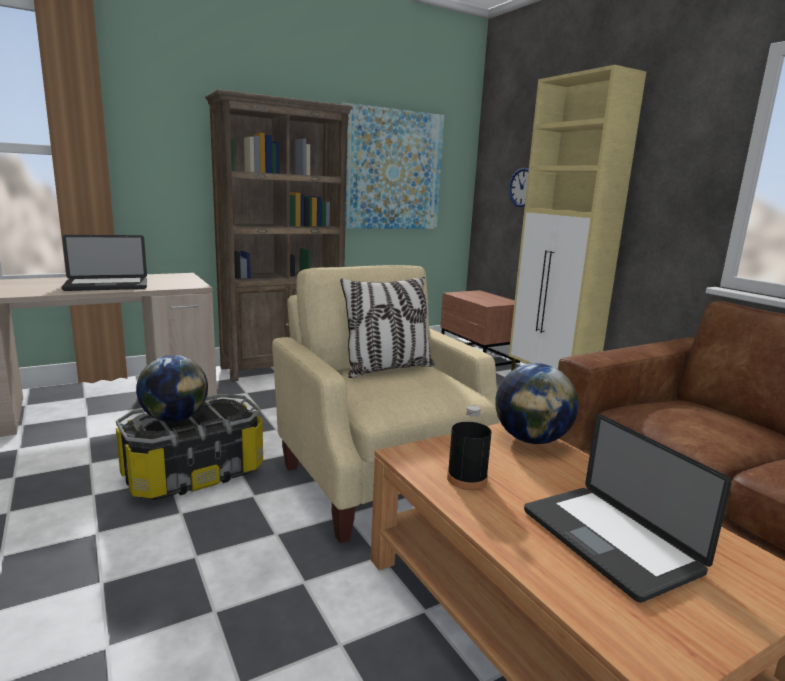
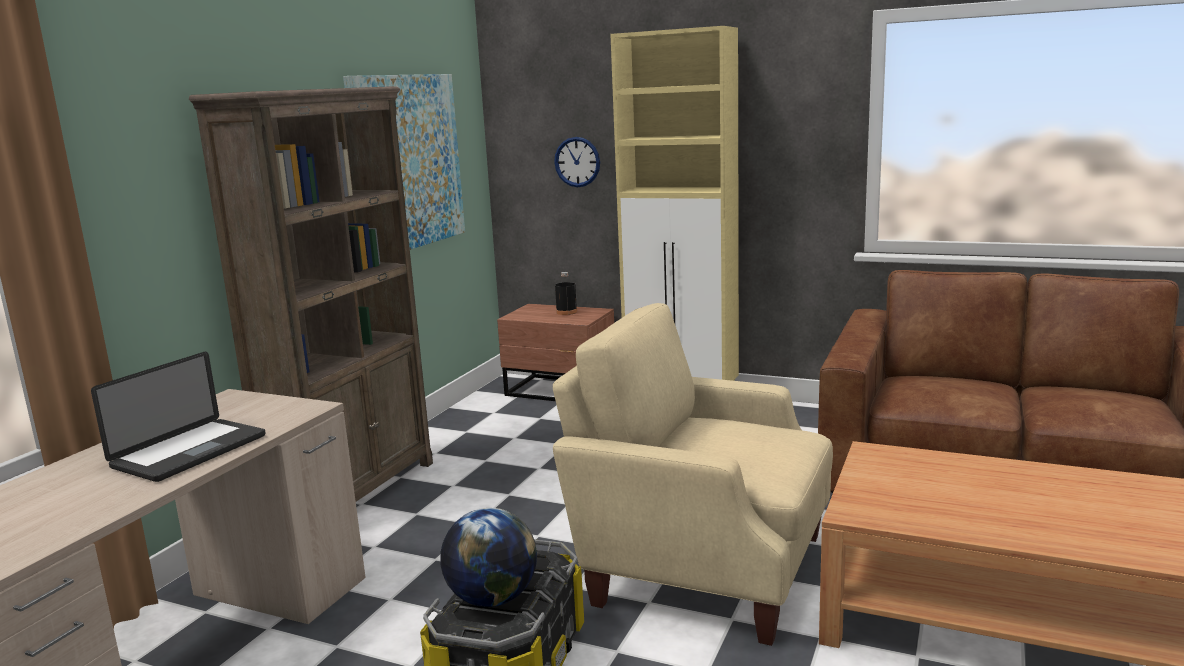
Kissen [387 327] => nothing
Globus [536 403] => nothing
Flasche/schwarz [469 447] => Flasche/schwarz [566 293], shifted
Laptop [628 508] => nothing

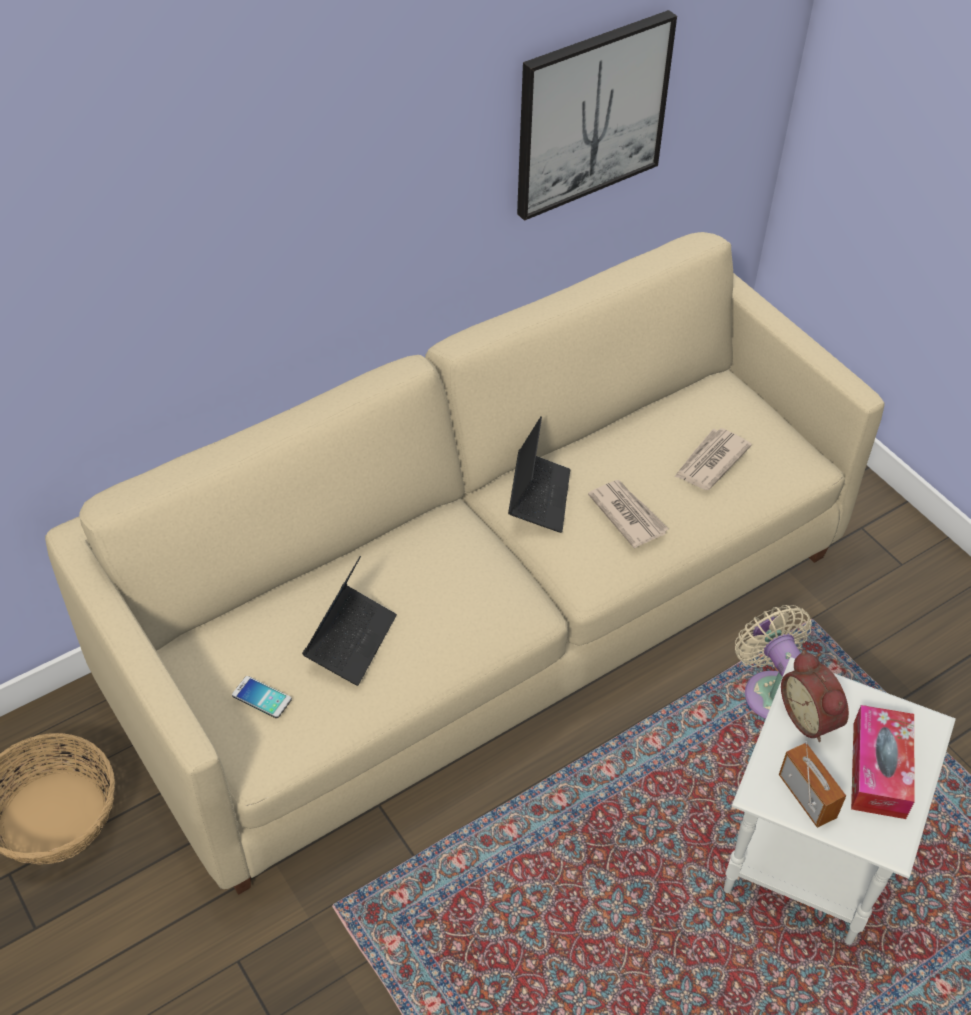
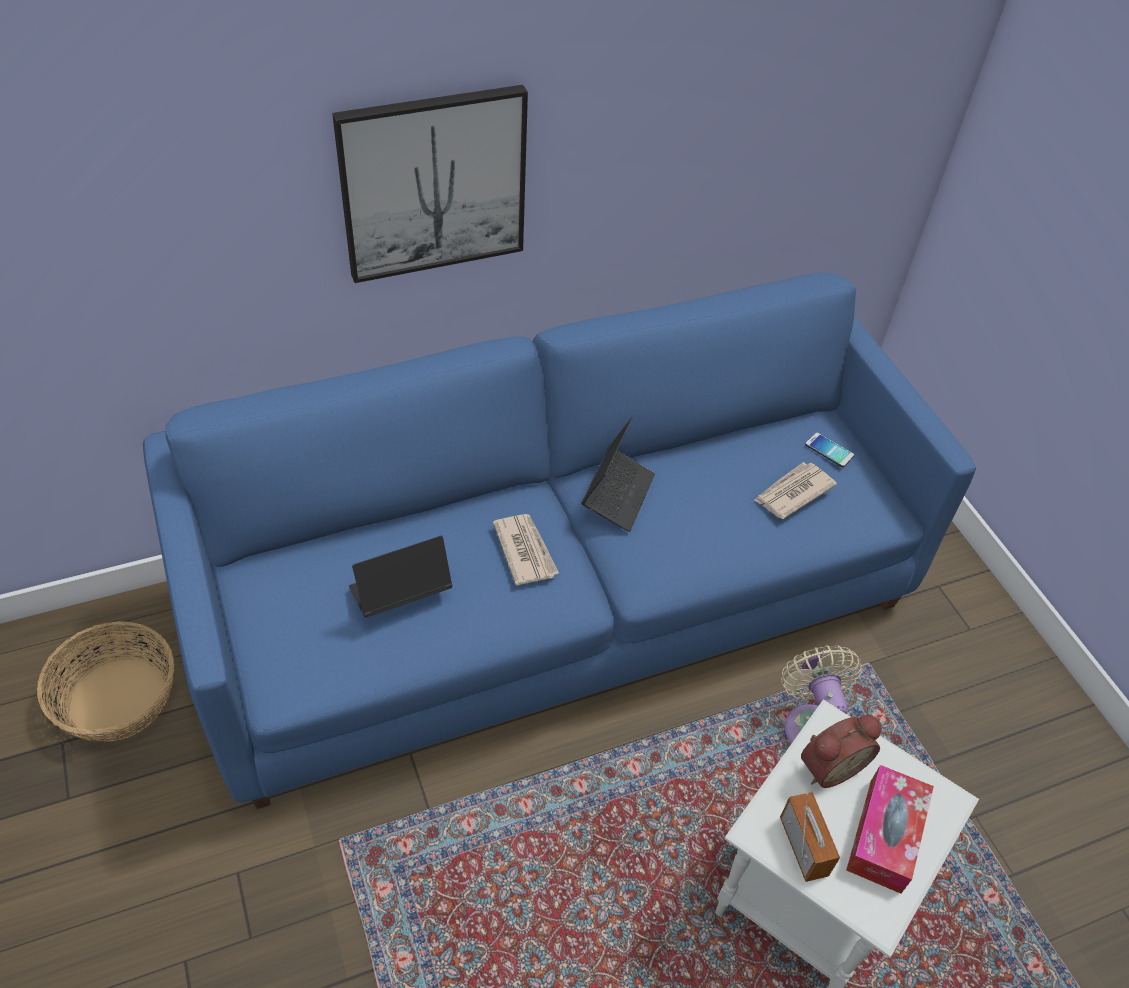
Bild [597 115] => Bild [430 184], shifted
Sofa/beige [465 563] => Sofa/blau [559 541]
Zeitung [628 514] => Zeitung [526 550], shifted
Laptop [349 621] => Laptop [400 577], 150 degrees counterclockwise
Wecker [815 696] => Wecker [841 751], 105 degrees counterclockwise
Handy [262 697] => Handy [829 450], shifted

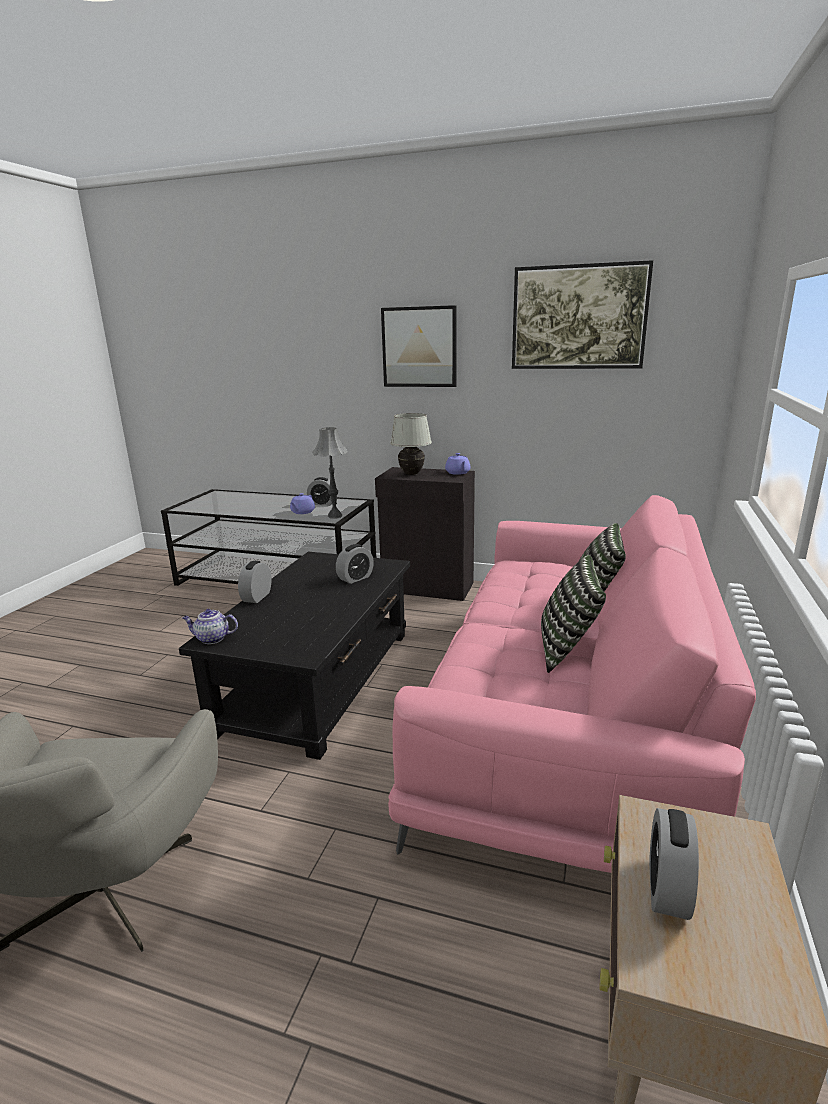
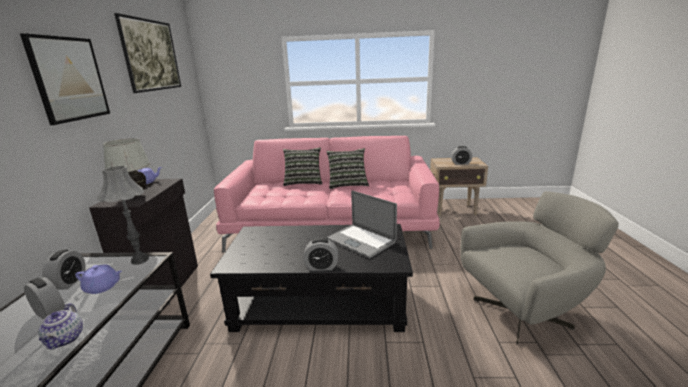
Wecker [355 564] => Wecker [44 298], shifted
Teekanne [210 626] => Teekanne [60 326], shifted
nothing => Laptop [361 224]

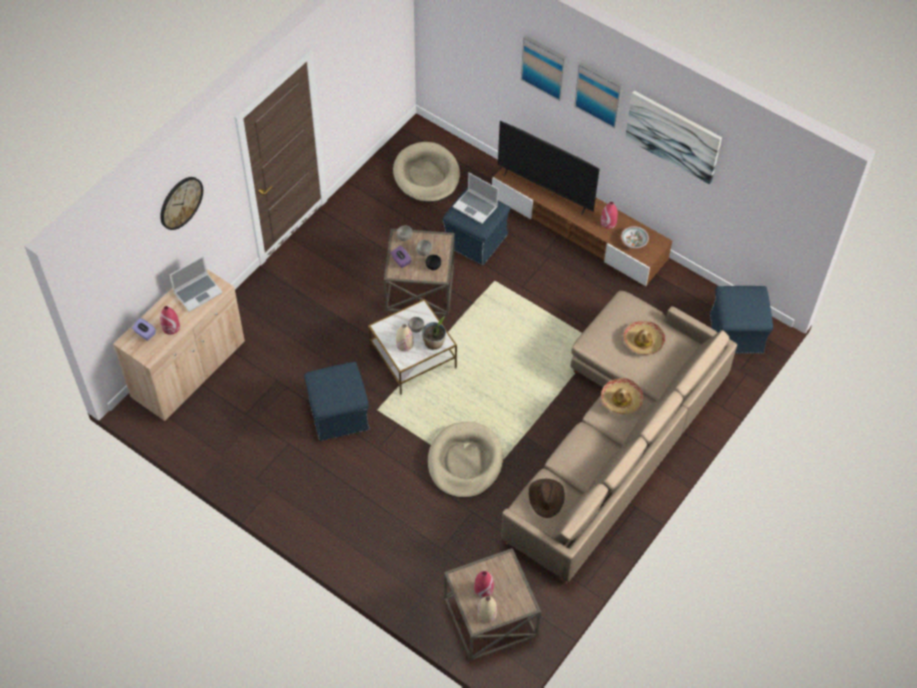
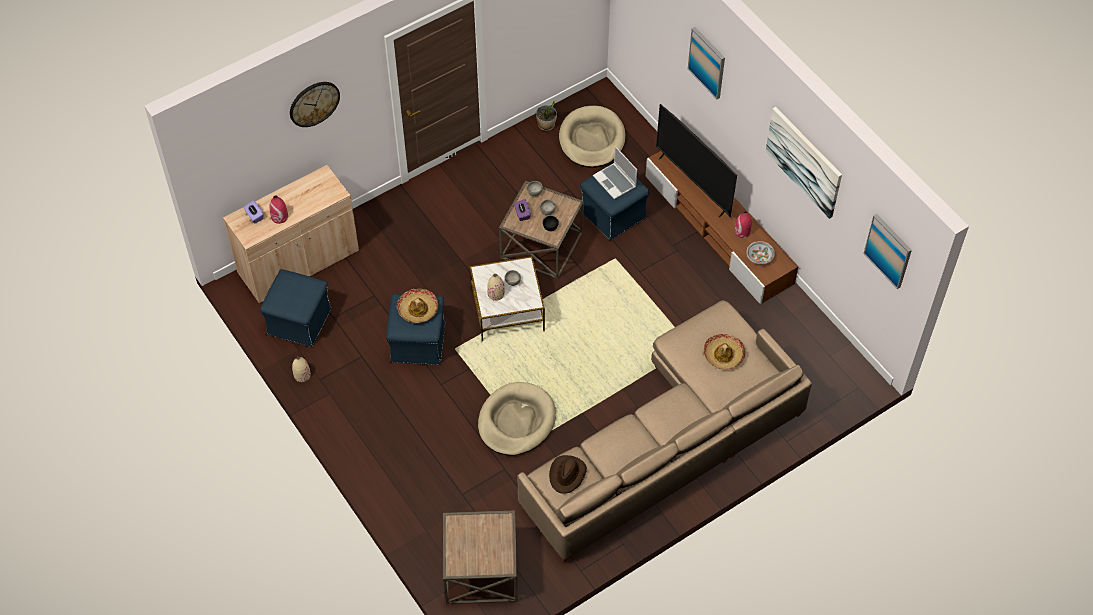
Bild [598 95] => Bild [887 251], shifted
Laptop [196 284] => nothing
Polsterhocker/blau [741 320] => Polsterhocker/blau [296 308], shifted
Topfpflanze [434 333] => Topfpflanze [546 115], shifted
Hut [622 396] => Hut [417 306], shifted
Vase/rot [484 584] => nothing
Vase/beige [487 609] => Vase/beige [301 369], shifted

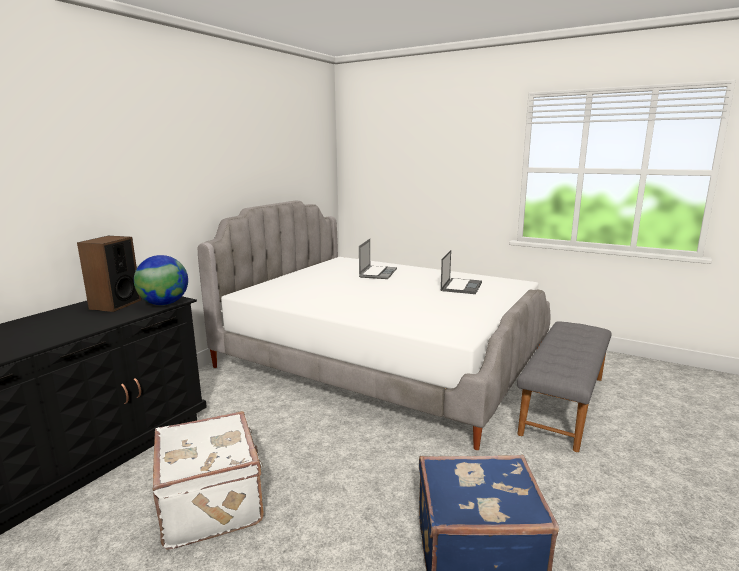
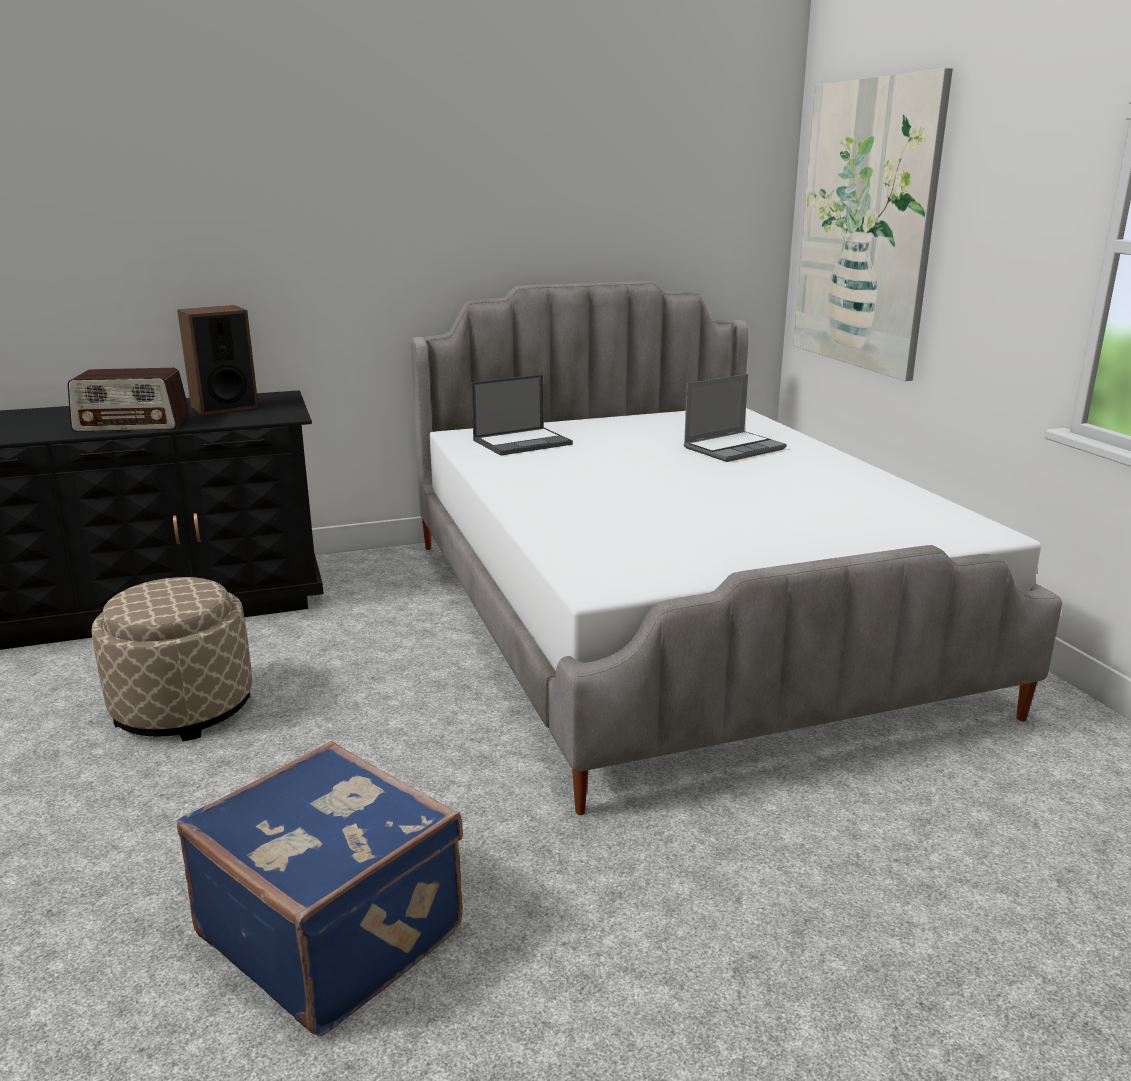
Laptop [461 272] => Laptop [522 415], shifted
Globus [161 280] => nothing
Bank/grau [564 386] => nothing
Koffer/weiß [208 480] => Polsterhocker/beige [171 659]
nothing => Bild [873 224]
nothing => Radio [128 400]

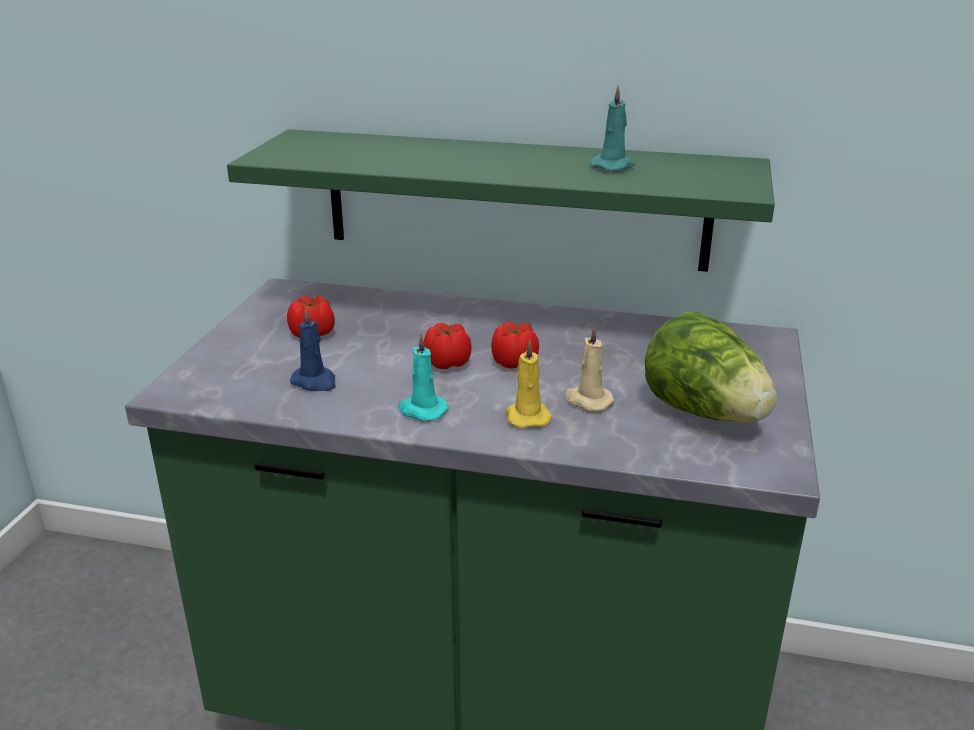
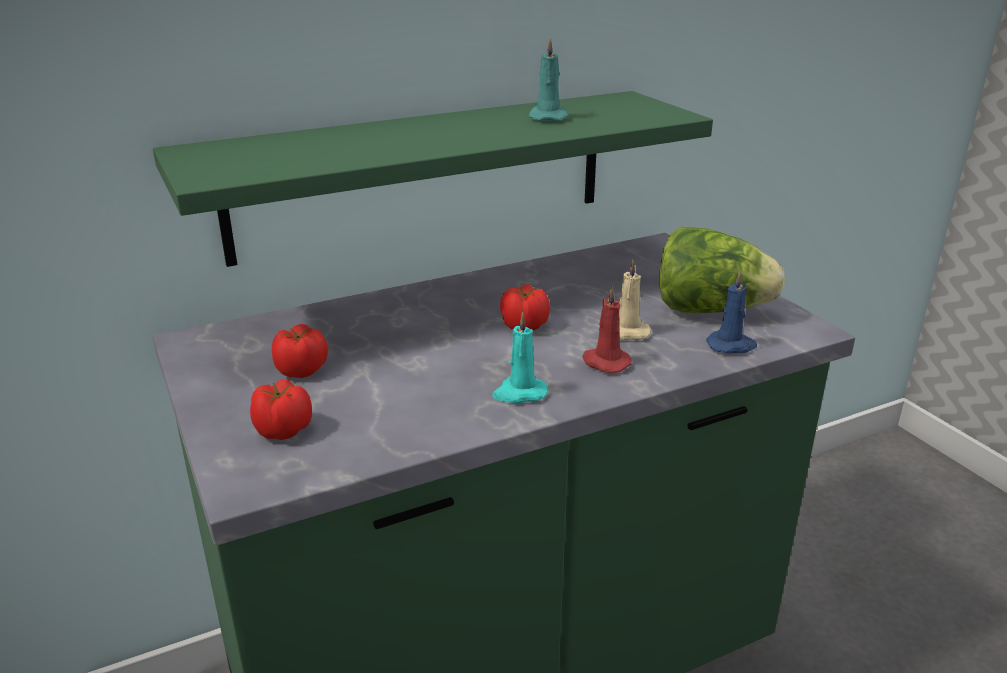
Kerze/blau [312 349] => Kerze/blau [731 311], shifted
Tomate [448 346] => Tomate [281 409], shifted
Kerze/gelb [529 383] => Kerze/rot [607 329]

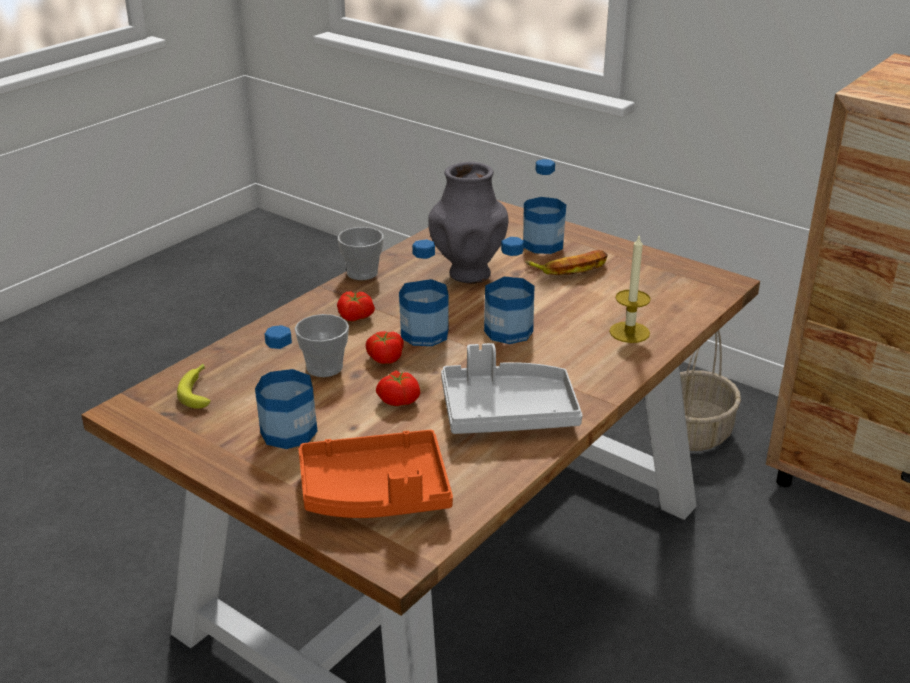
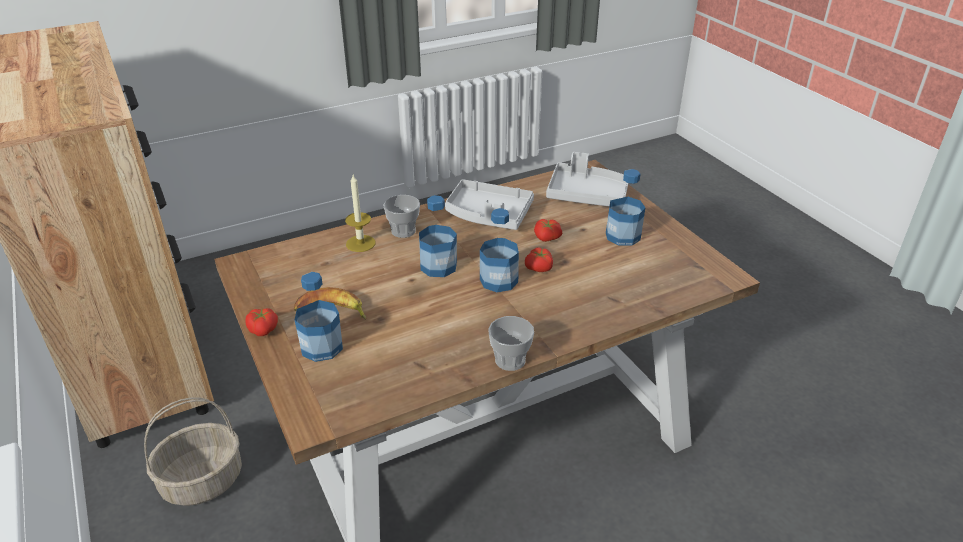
Vase/grau [468 223] => nothing
Tomate [356 306] => Tomate [261 322], shifted
Tasse [322 345] => Tasse [401 216], shifted
Banane [194 386] => nothing
Tablett/orange [376 474] => Tablett/grau [587 179]

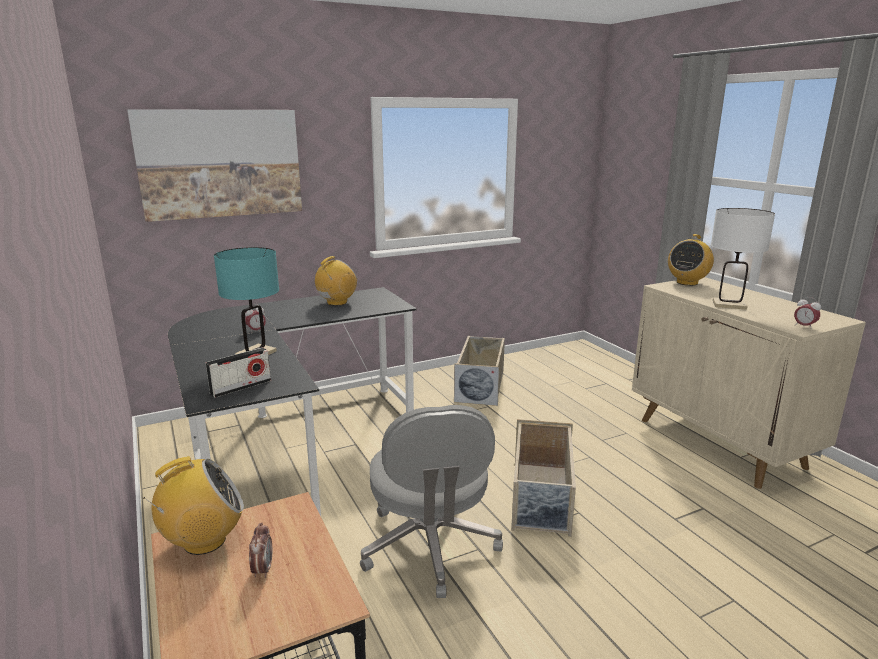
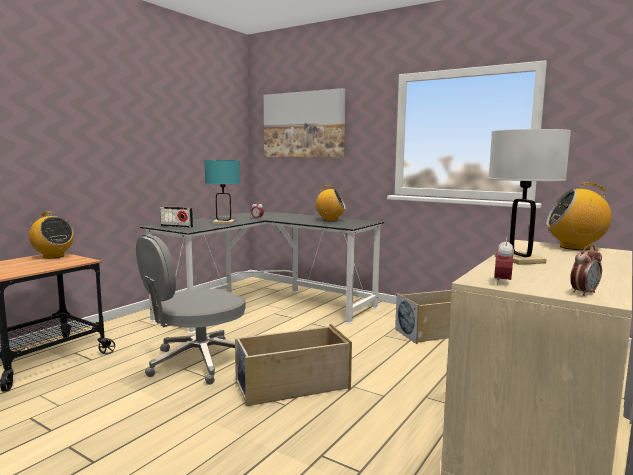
Wecker [260 550] => Wecker [586 270], shifted

